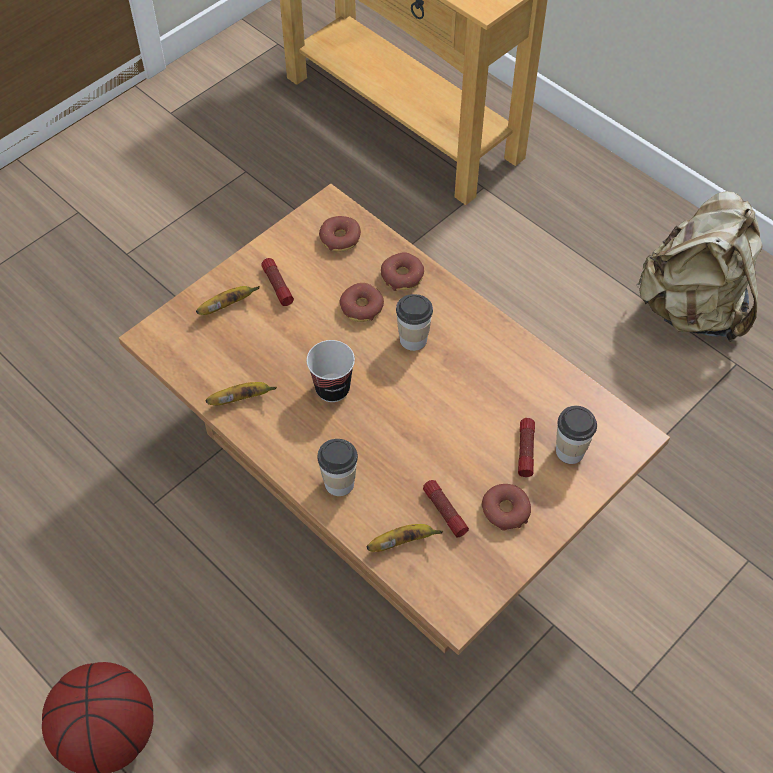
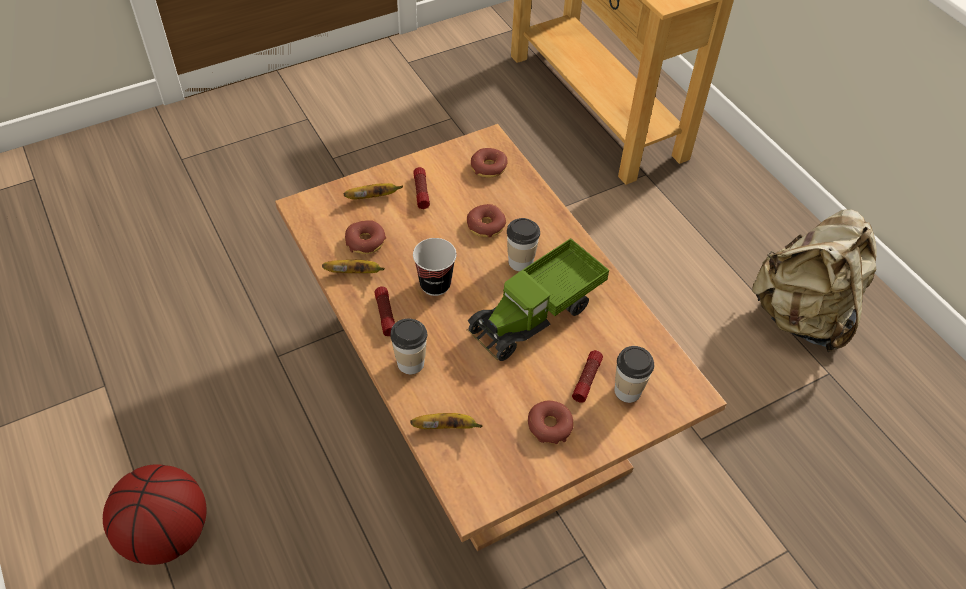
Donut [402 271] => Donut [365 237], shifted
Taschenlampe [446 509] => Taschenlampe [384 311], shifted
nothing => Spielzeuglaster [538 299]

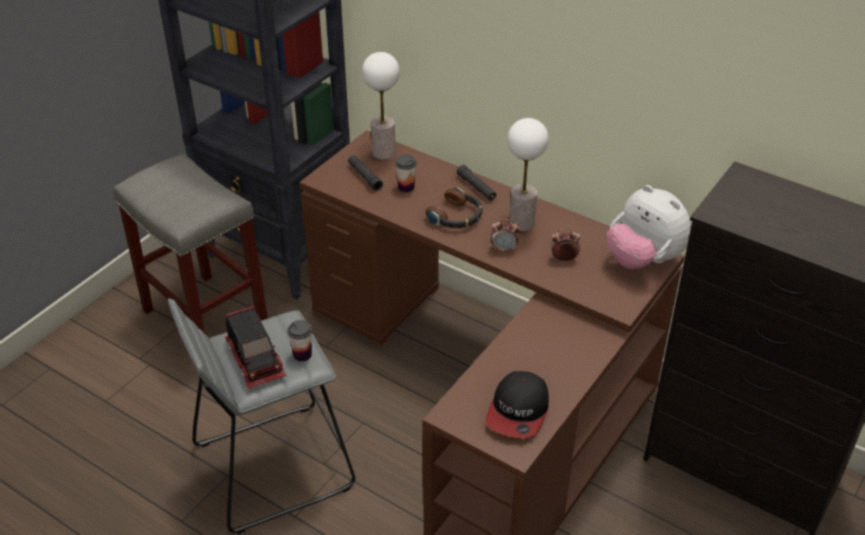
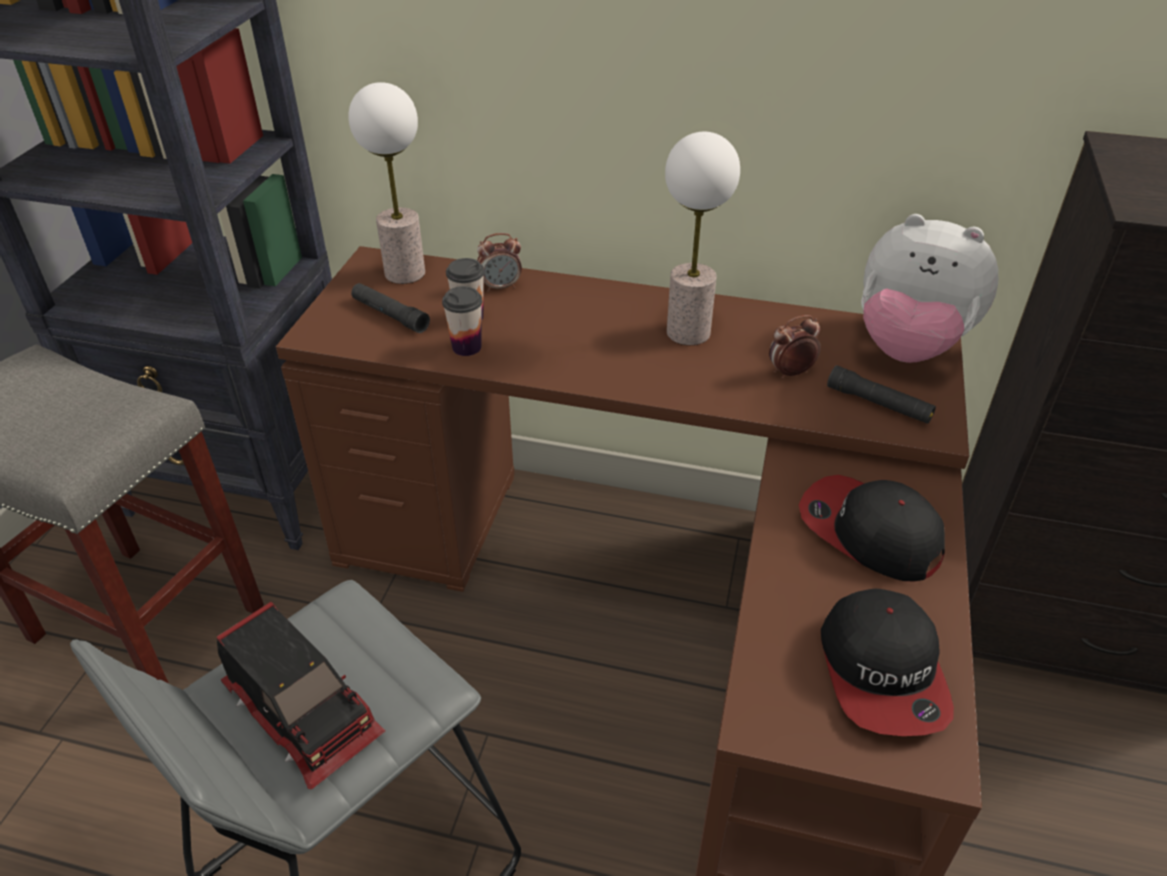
Taschenlampe/schwarz [476 183] => Taschenlampe/schwarz [881 394], shifted
Kopfhörer [454 208] => nothing
Wecker [505 235] => Wecker [499 262], shifted
Tasse [299 340] => Tasse [462 321], shifted
nothing => Kappe [872 528]

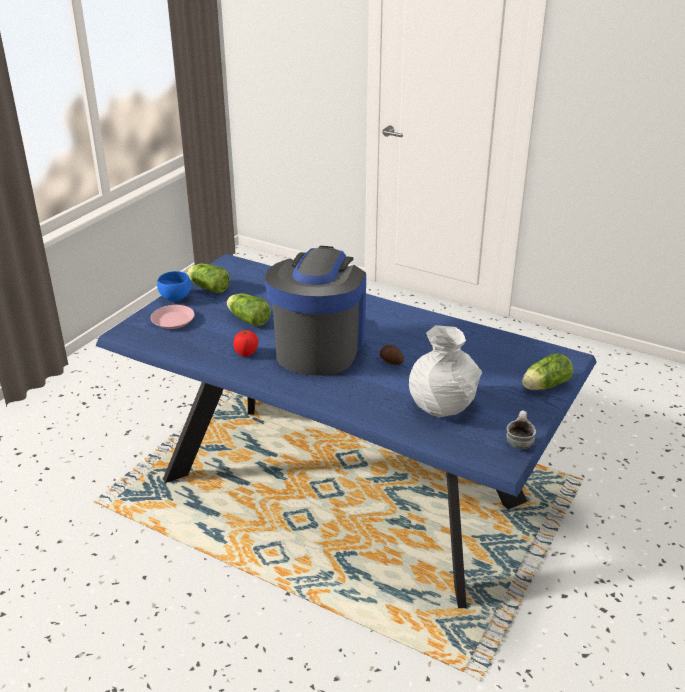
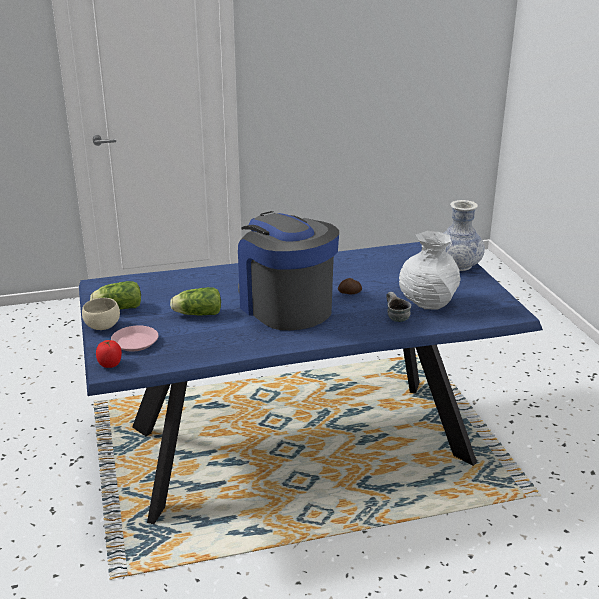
Schüssel/blau [174 286] => Schüssel/beige [101 314]
Tomate [245 343] => Tomate [109 354], shifted
Salatkopf [547 371] => Vase [464 235]
Henkelbecher [521 430] => Henkelbecher [398 307], shifted

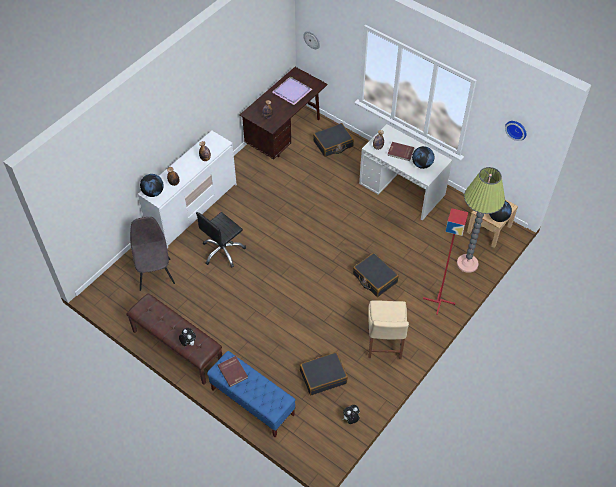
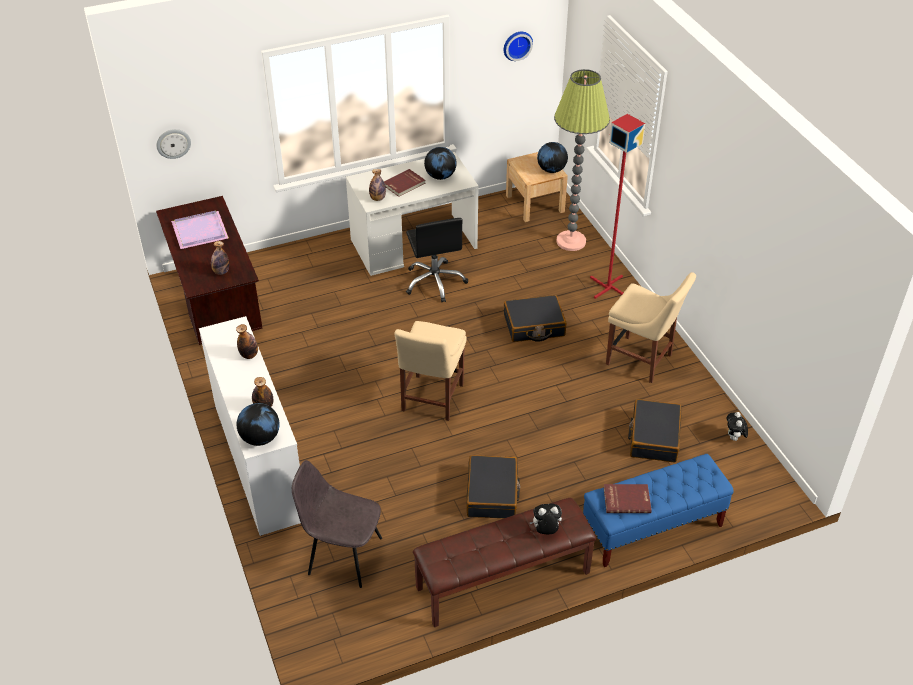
Koffer/schwarz [333 140] => Koffer/schwarz [493 486], shifted
Bürostuhl/schwarz [221 240] => Bürostuhl/schwarz [437 260], shifted
nothing => Stuhl/beige [431 371]

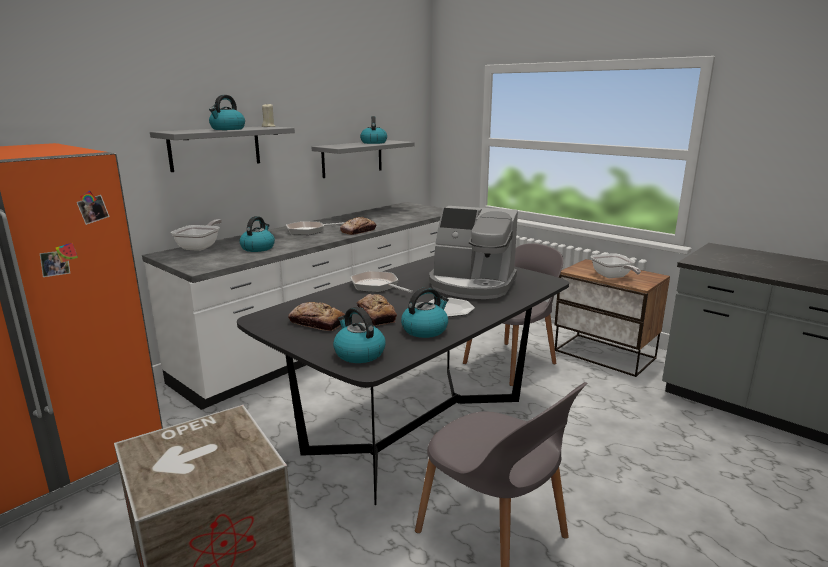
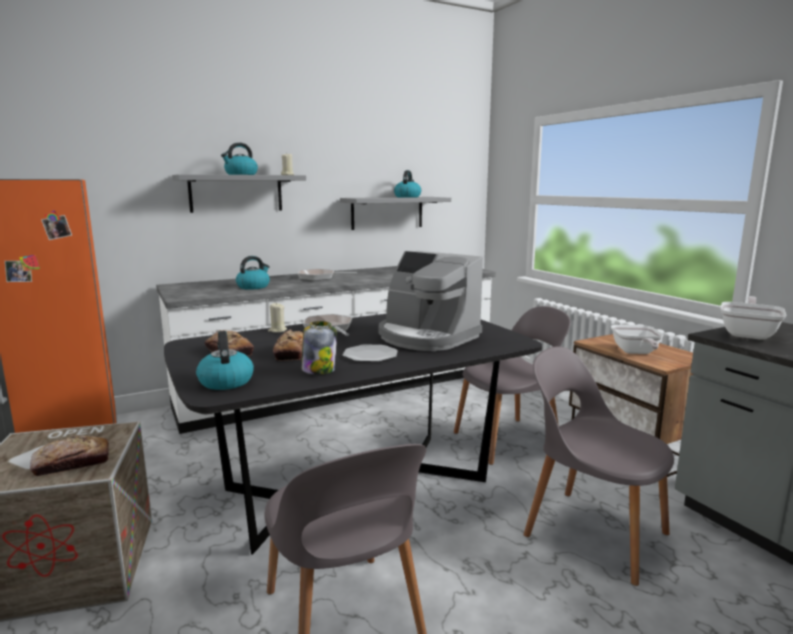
Brot [358 226] => Brot [69 456], shifted
Pfanne [196 235] => Pfanne [753 318], shifted
Wasserkessel [425 312] => Vorratsglas [319 347]
nothing => Kerze/beige [277 317]
nothing => Stuhl/grau [599 466]

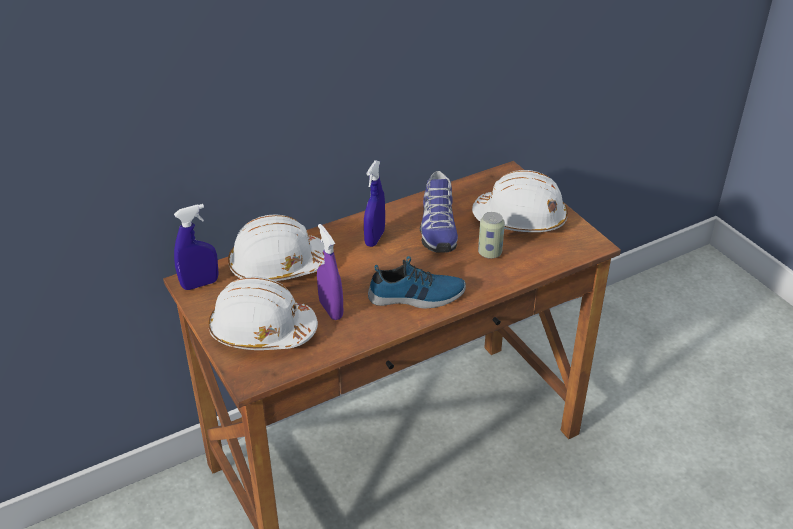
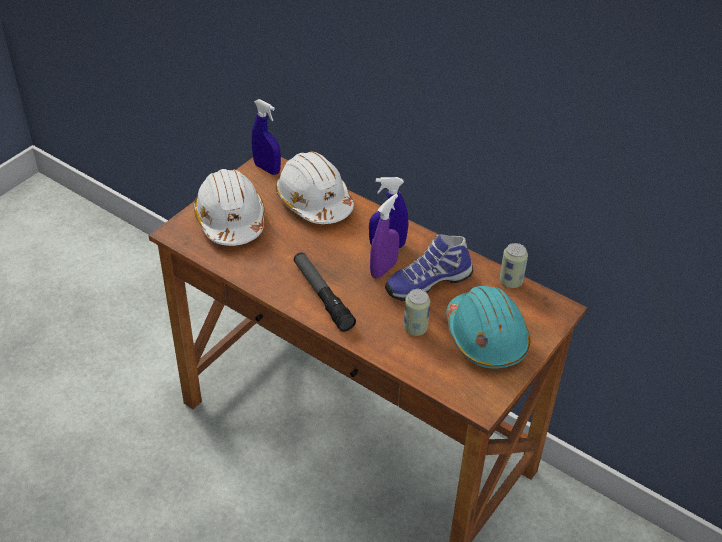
Schutzhelm/weiß [520 201] => Schutzhelm/türkis [488 327]
Sprühflasche/lila [330 272] => Sprühflasche/lila [384 236], shifted
Schuh [417 282] => Taschenlampe [325 292]
nothing => Dose [513 265]

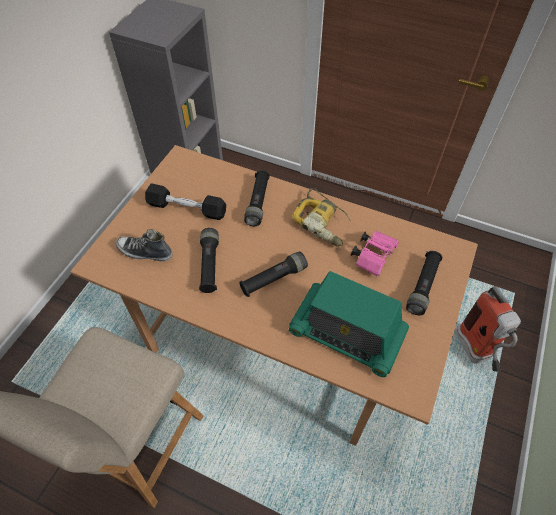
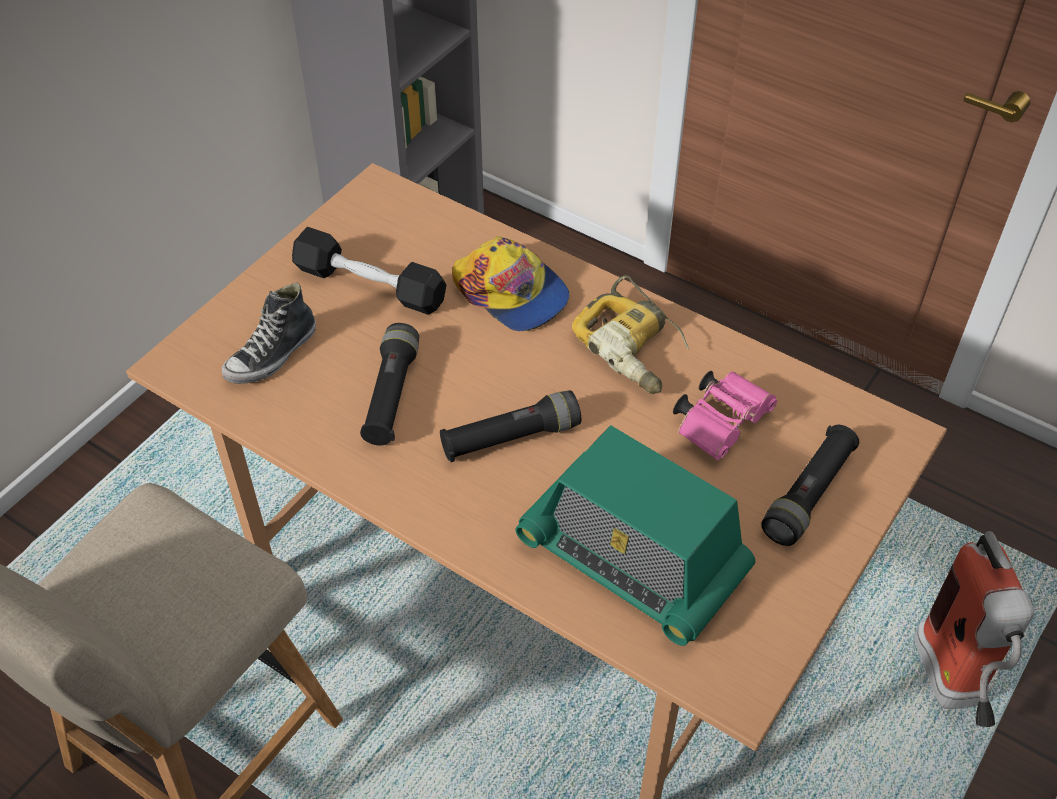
Taschenlampe/schwarz [257 198] => Kappe [511 283]
Schuh [144 245] => Schuh [268 333], 75 degrees counterclockwise

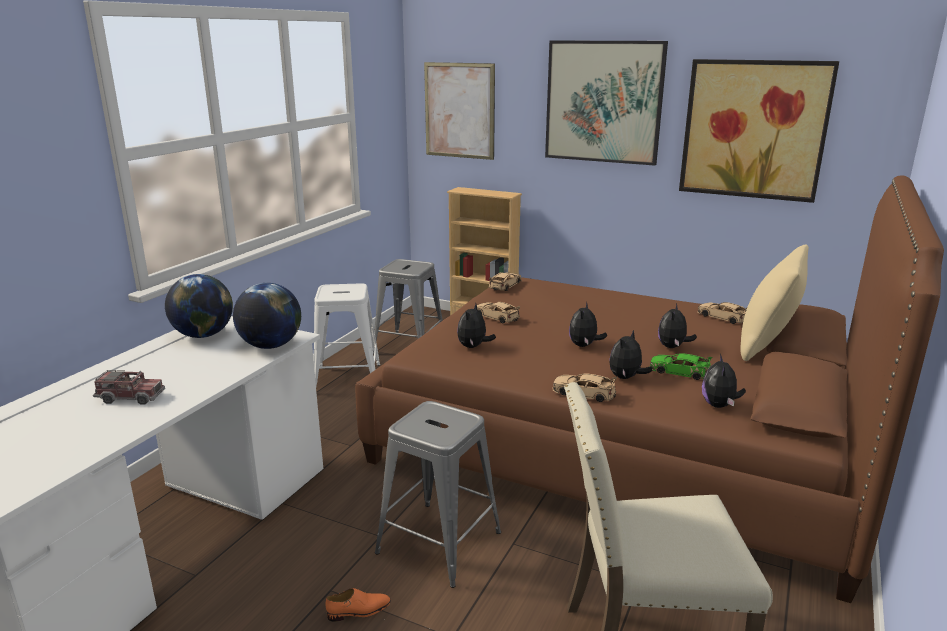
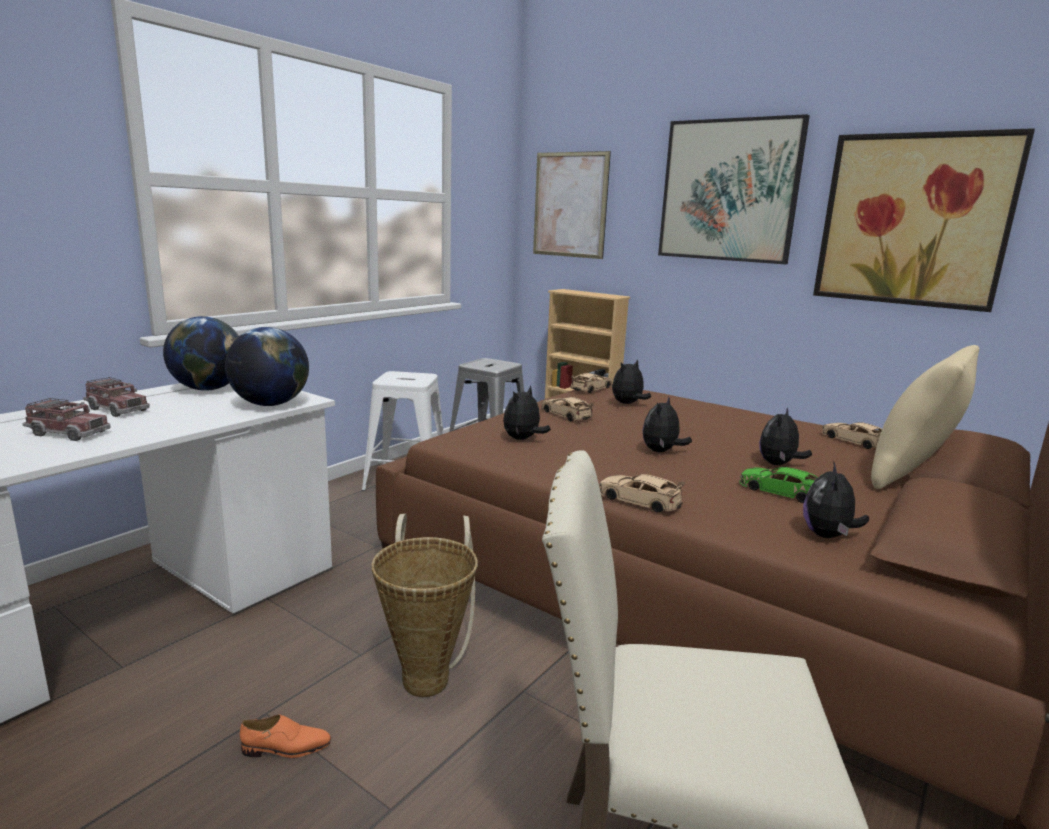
Plüschtier [631 354] => Plüschtier [631 381], shifted
Hocker/grau [438 494] => Korb [424 605]
nothing => Spielzeuglaster [116 397]

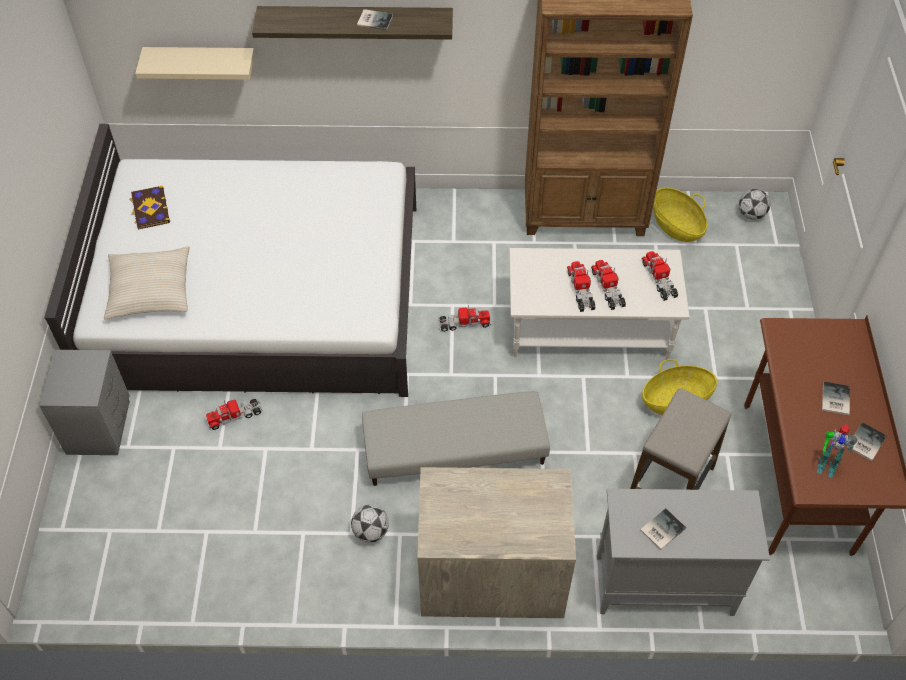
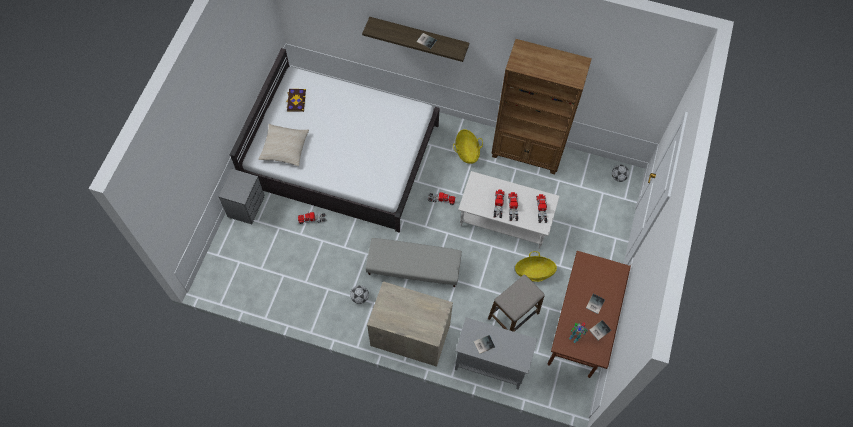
Wandregal/beige [194 63] => nothing
Korb [680 214] => Korb [468 146], shifted

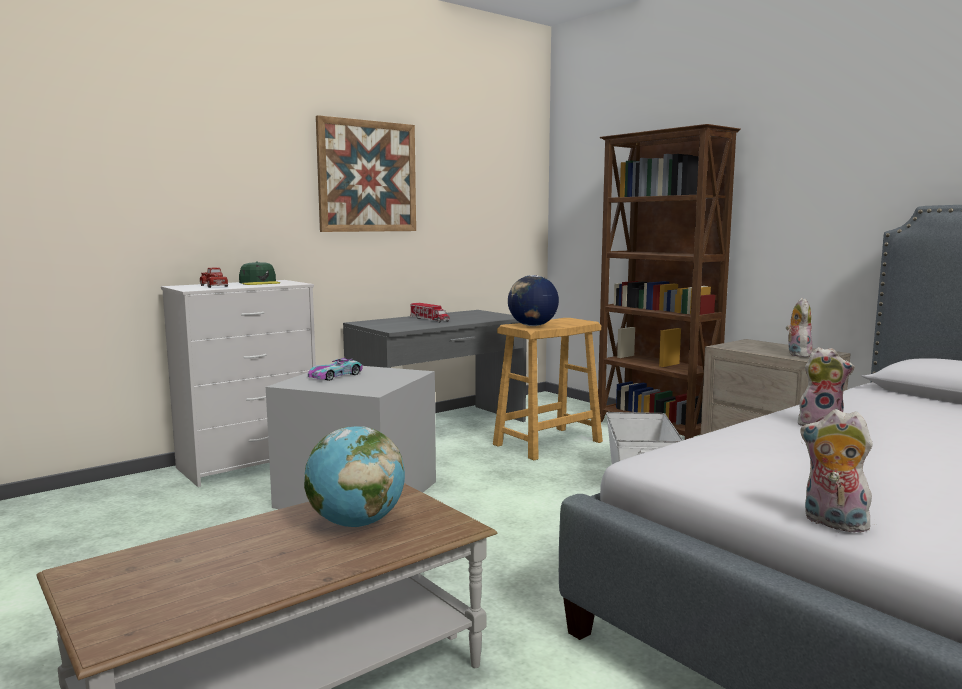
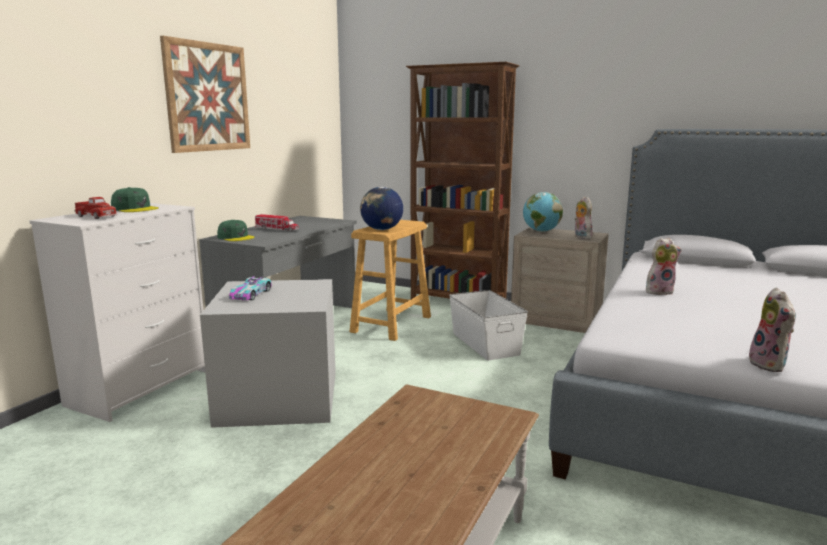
Plüschtier [839 471] => Plüschtier [772 330], 105 degrees counterclockwise
Globus [354 476] => Globus [543 212], shifted
nothing => Kappe/grün [236 230]

